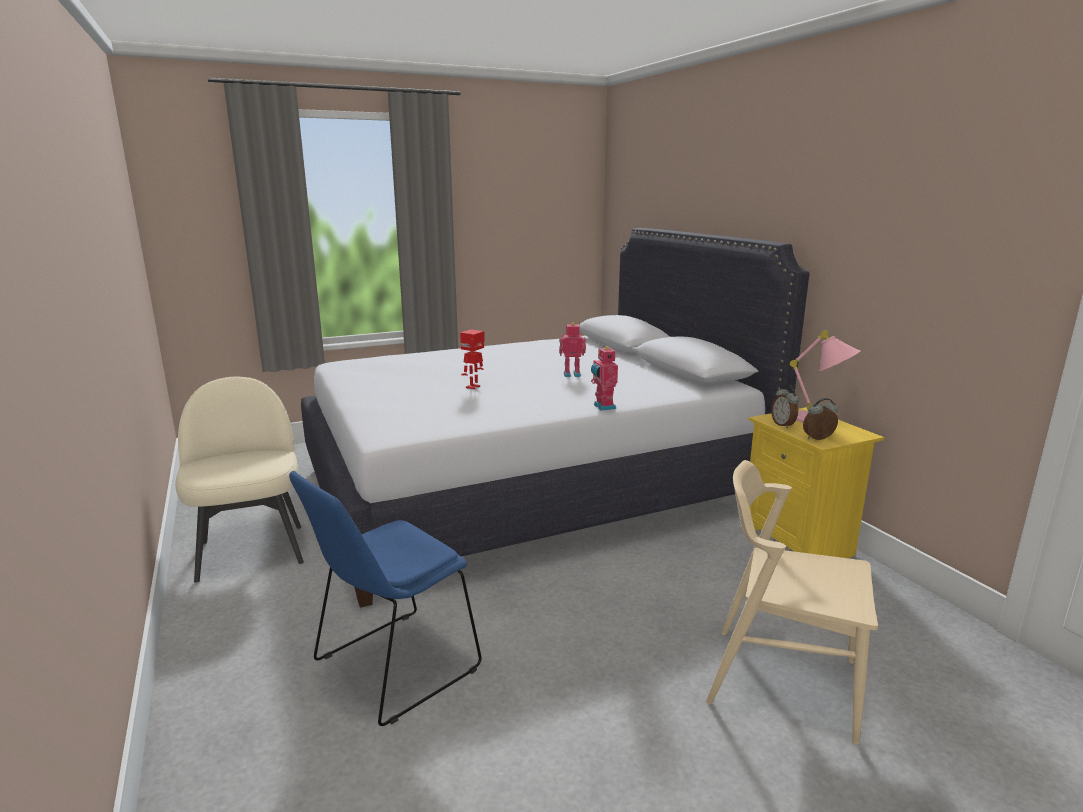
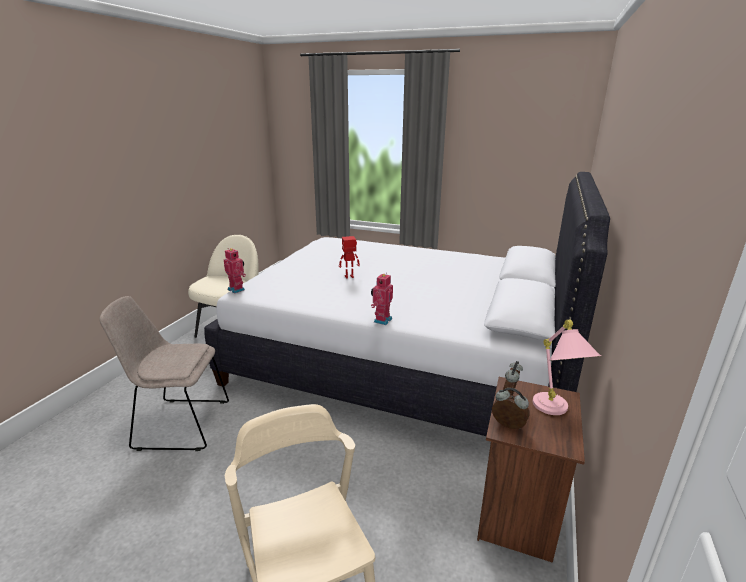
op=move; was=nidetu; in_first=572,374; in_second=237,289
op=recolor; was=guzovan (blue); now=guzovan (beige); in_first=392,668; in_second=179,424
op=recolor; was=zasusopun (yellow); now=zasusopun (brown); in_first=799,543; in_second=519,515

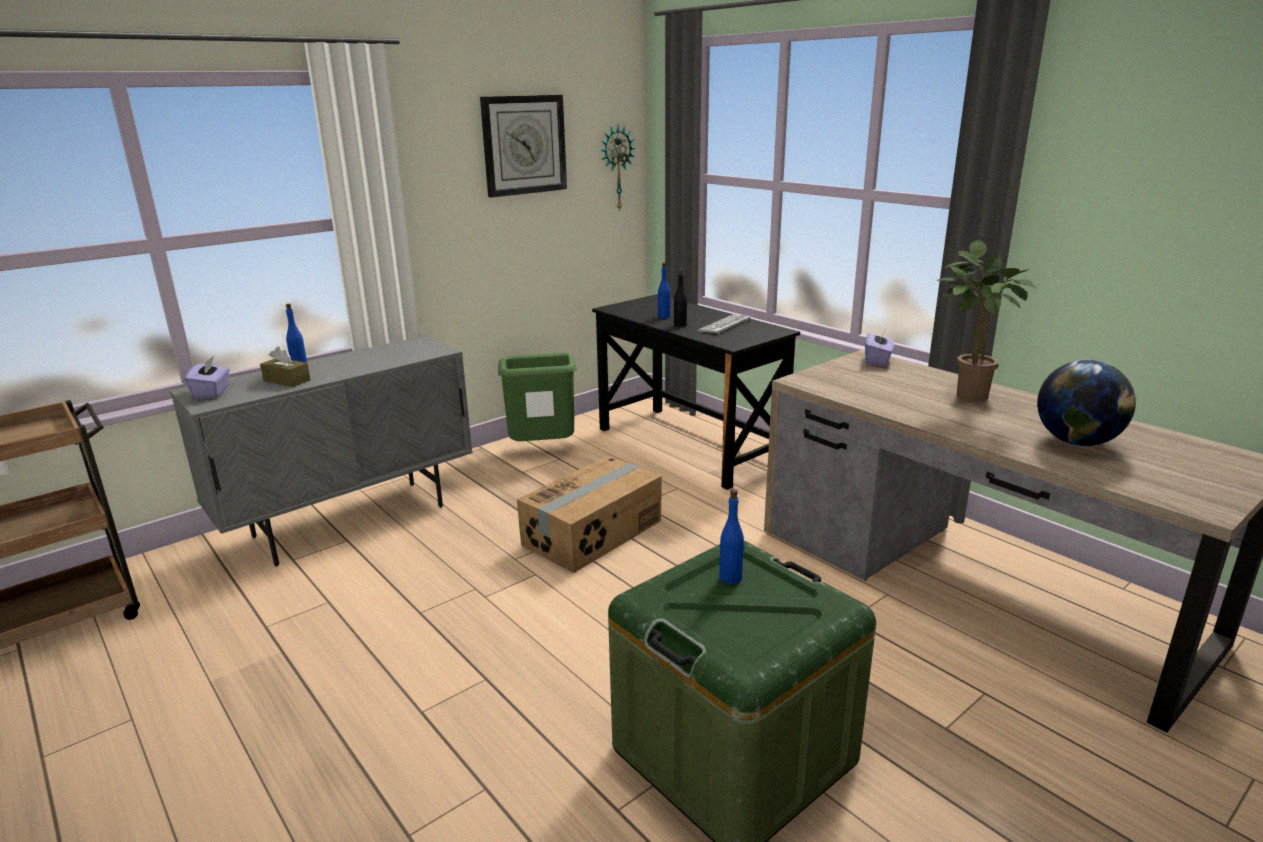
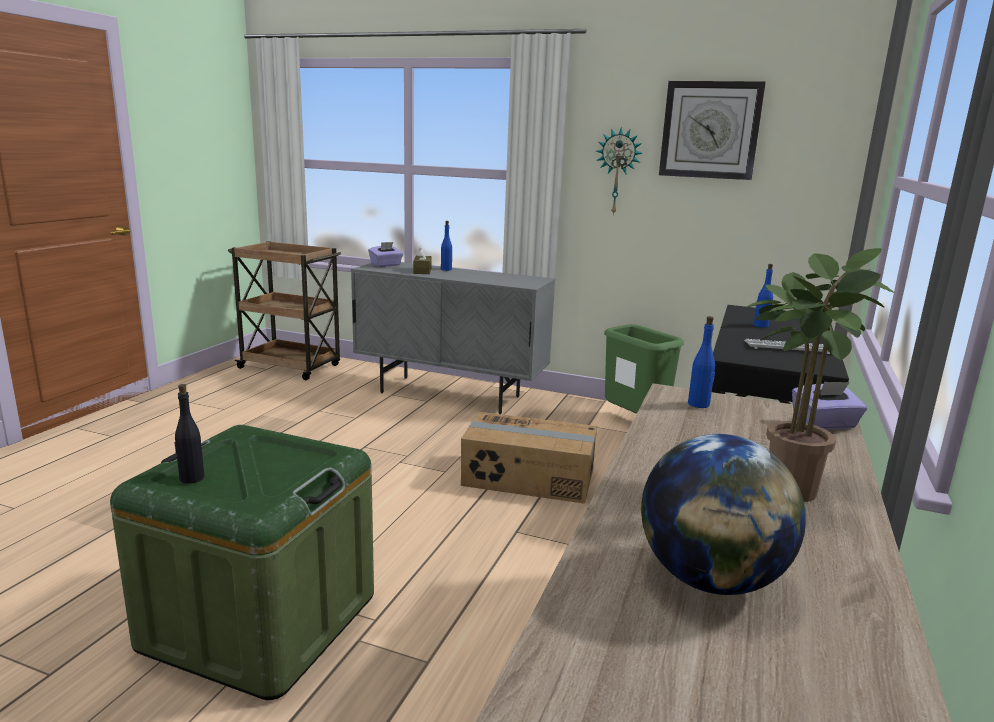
op=move; was=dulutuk; in_first=616,168; in_second=617,171
op=move; was=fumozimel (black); in_first=680,325; in_second=191,478
op=move; was=fumozimel (blue); in_first=731,577; in_second=698,404

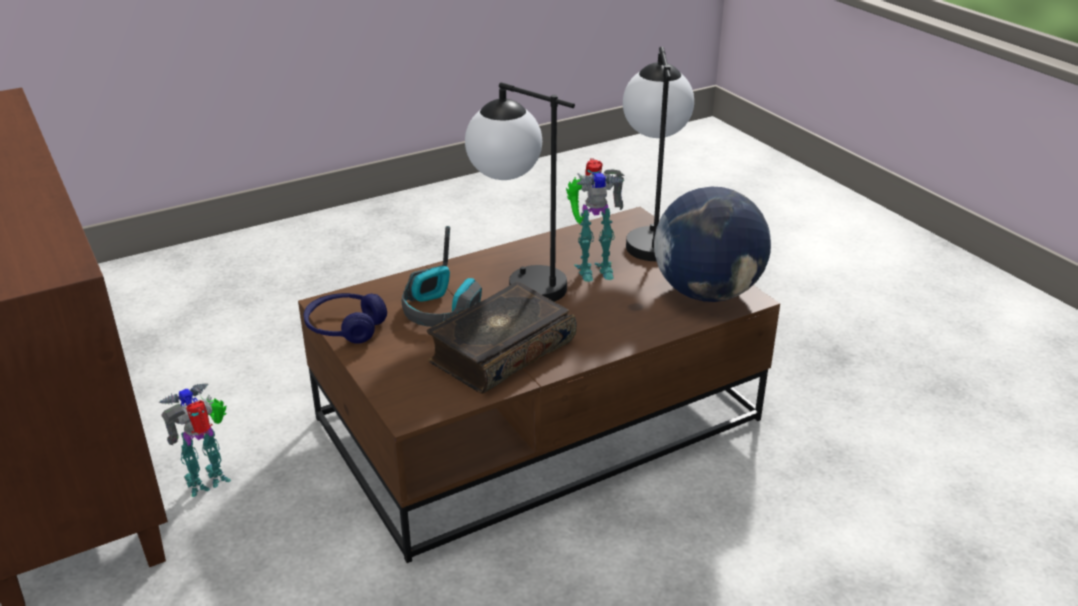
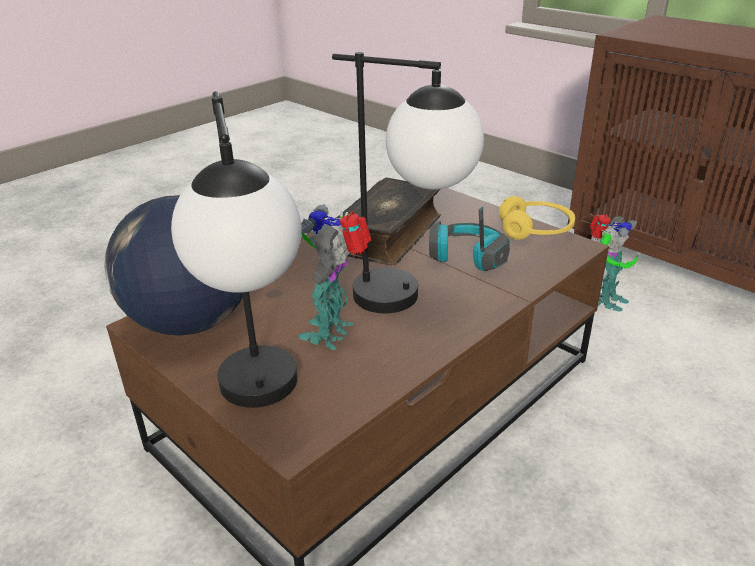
op=recolor; was=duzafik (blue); now=duzafik (yellow); in_first=345,328; in_second=535,230
op=rotate; was=nidetu; in_first=592,268; in_second=333,332; clockwise=-45

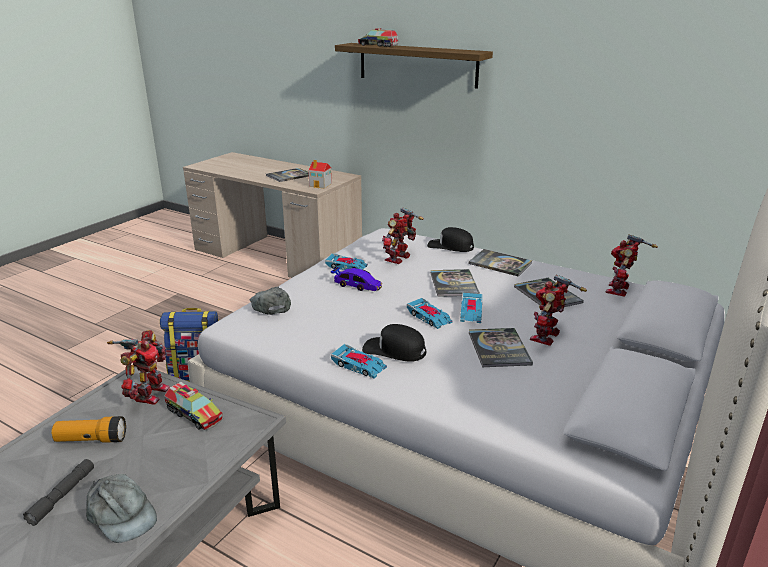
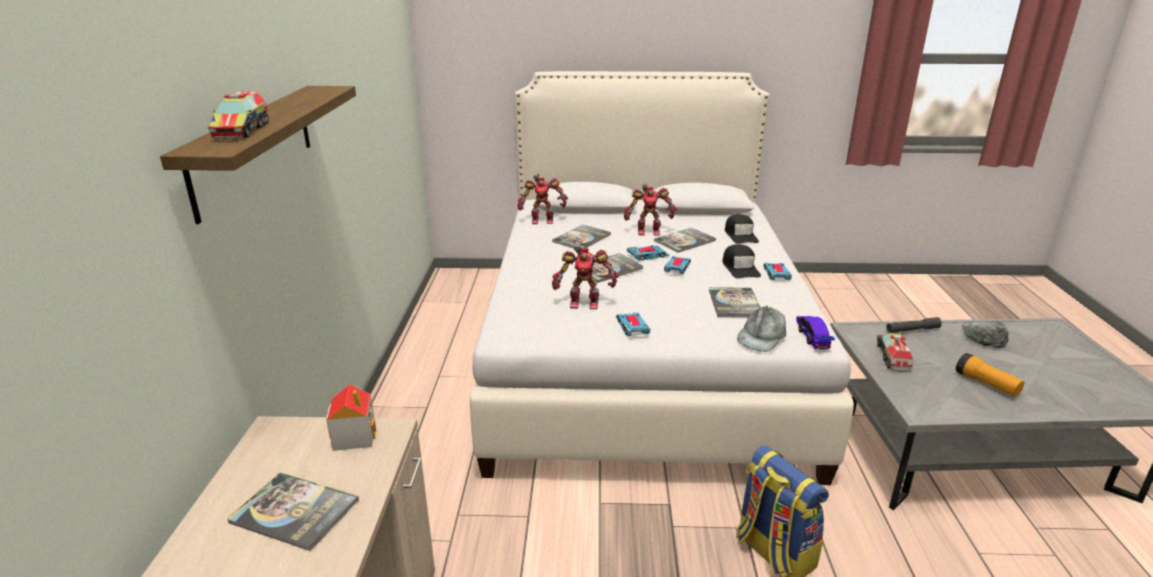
op=delete; was=nidetu; in_first=149,394
op=move; was=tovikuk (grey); in_first=62,496; in_second=912,330
op=move; was=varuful; in_first=356,285; in_second=812,336
op=move; was=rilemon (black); in_first=450,246; in_second=740,235
op=move; was=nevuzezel; in_first=500,263; in_second=735,303

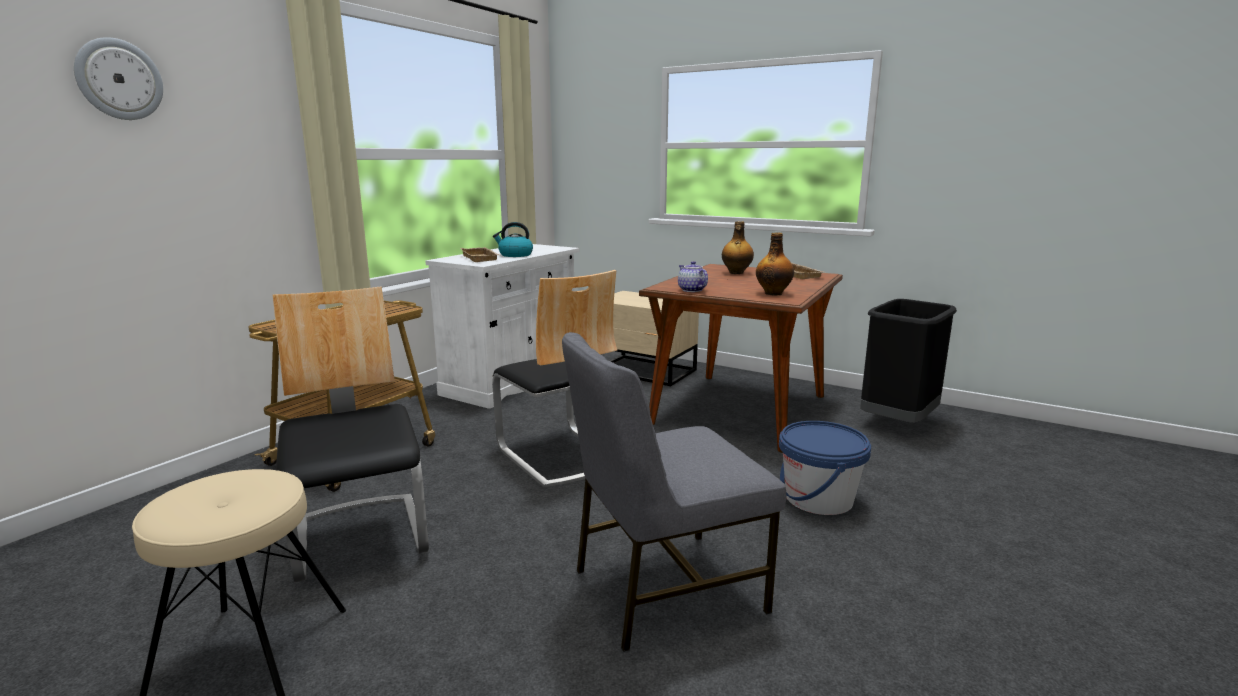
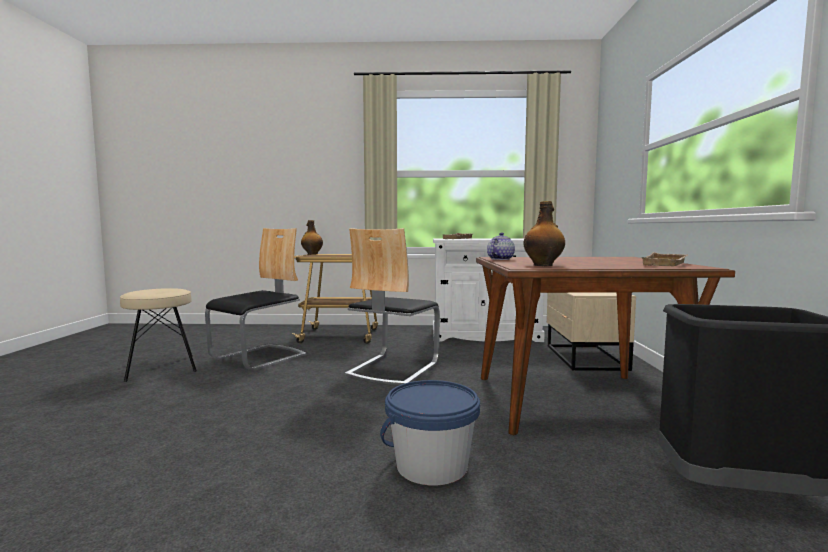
op=delete; was=dulutuk; in_first=119,79
op=delete; was=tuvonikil; in_first=515,255
op=delete; was=guzovan (grey); in_first=664,589
op=move; was=fumozimel; in_first=736,273; in_second=312,254

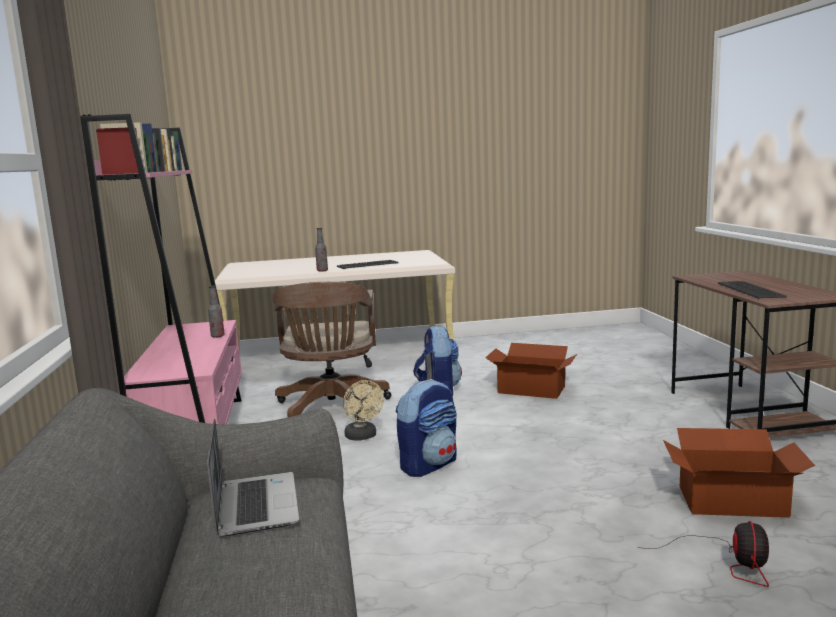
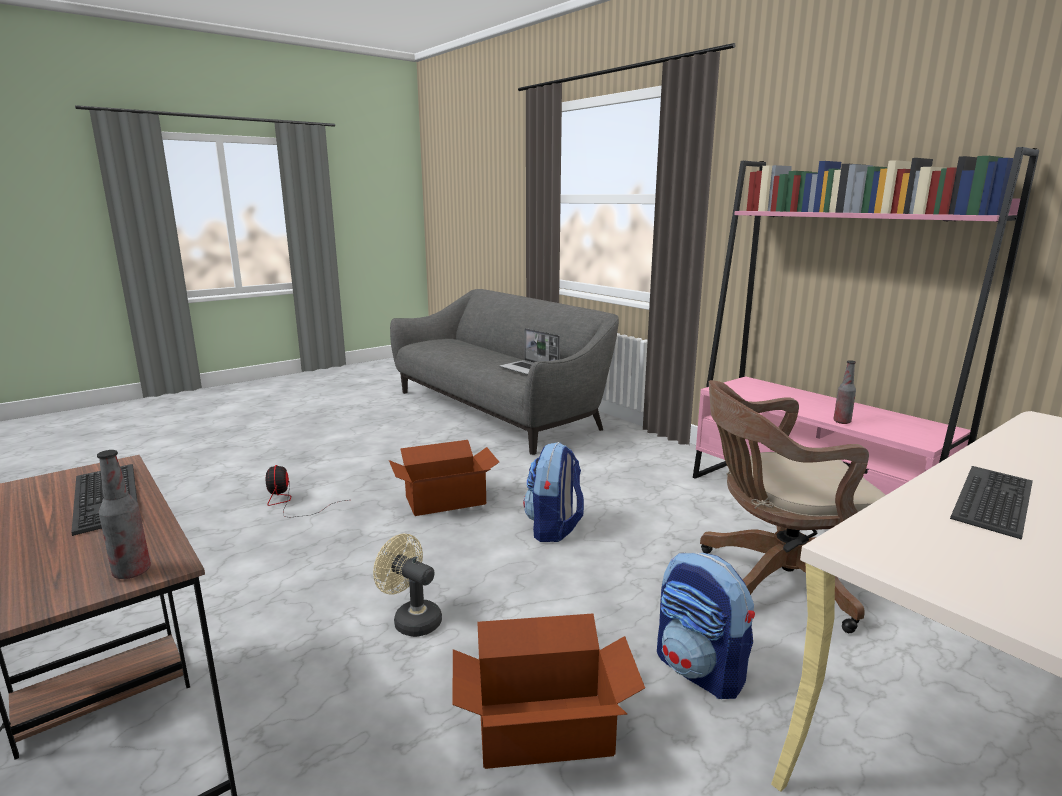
op=move; was=fumozimel; in_first=322,270; in_second=132,572
op=move; was=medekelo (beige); in_first=363,437; in_second=411,620
op=move; was=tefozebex; in_first=731,501; in_second=446,500
op=rotate; was=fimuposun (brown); in_first=331,409; in_second=776,580; clockwise=-60

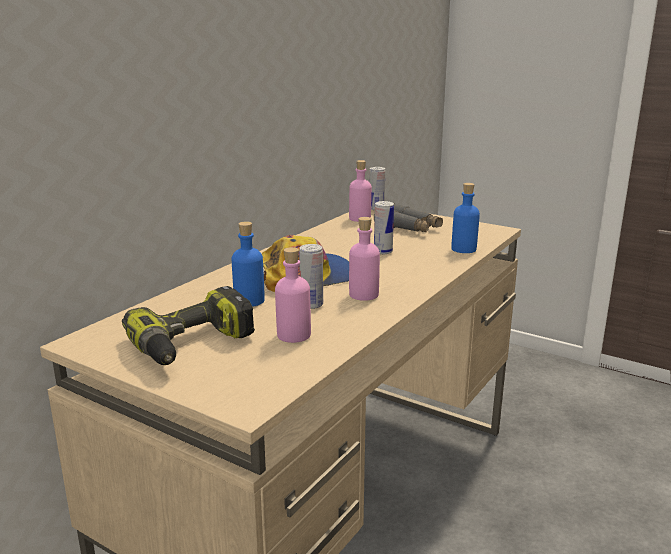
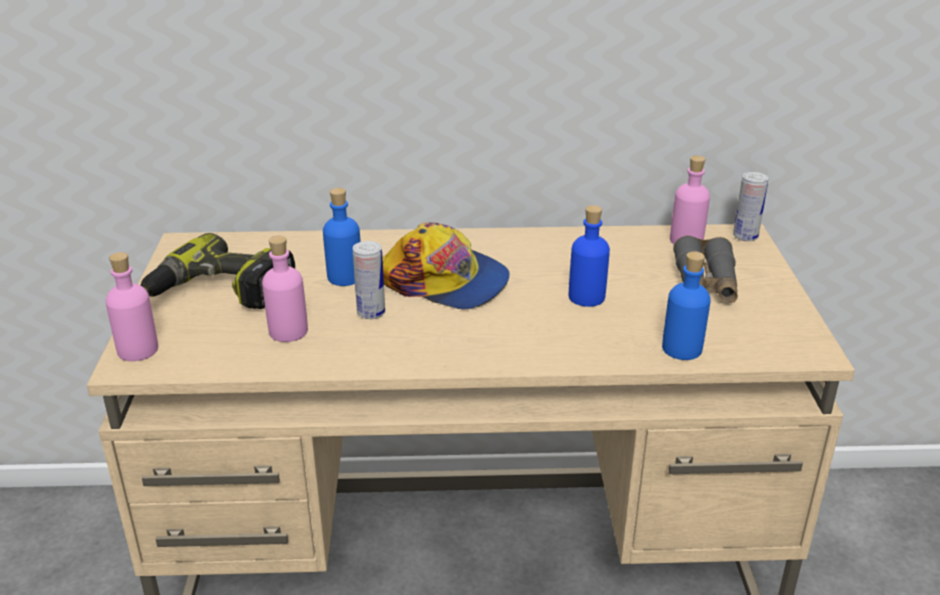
op=move; was=fumozimel (pink); in_first=363,295; in_second=138,350
op=replace; was=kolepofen; now=fumozimel (blue); in_first=383,252; in_second=586,297

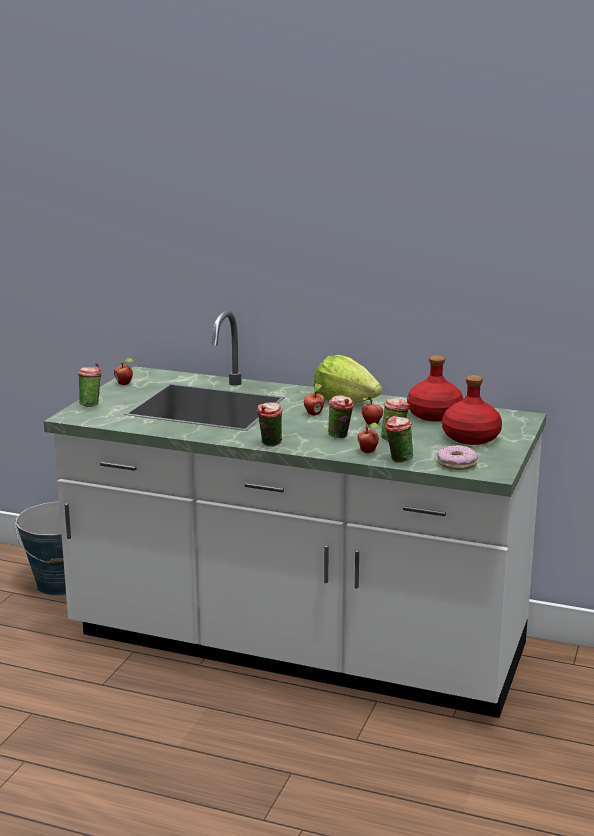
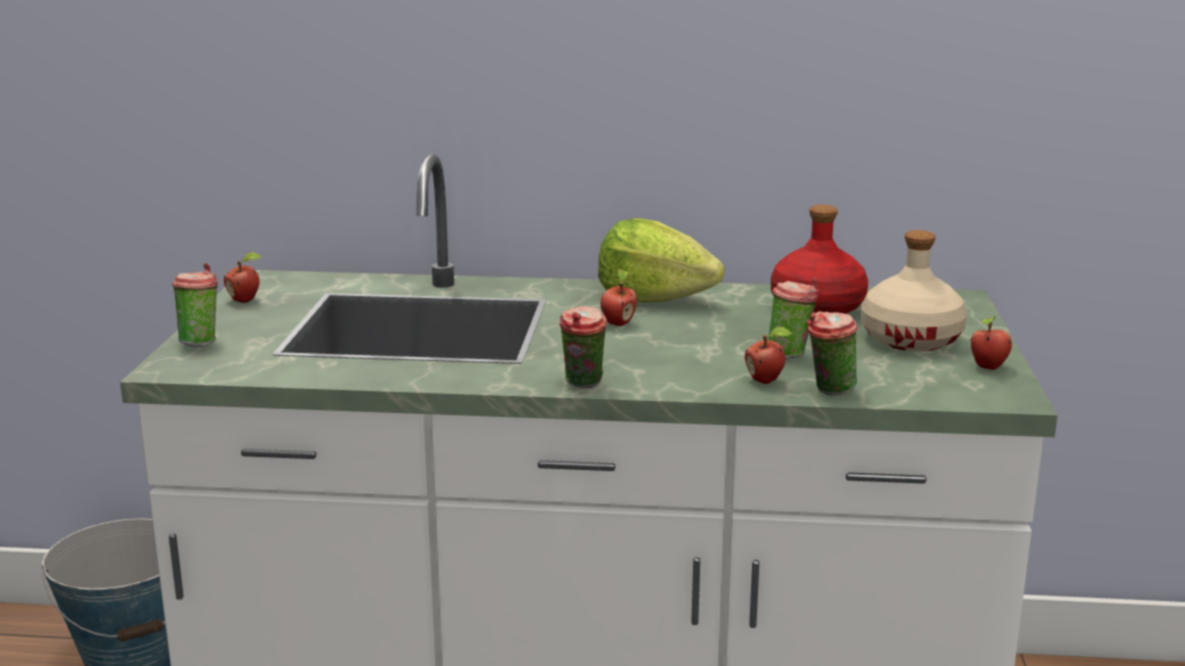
op=delete; was=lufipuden; in_first=340,437
op=delete; was=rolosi; in_first=457,464
op=move; was=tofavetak; in_first=371,424; in_second=989,367
op=recolor; was=fumozimel (red); now=fumozimel (beige); in_first=471,437; in_second=911,339

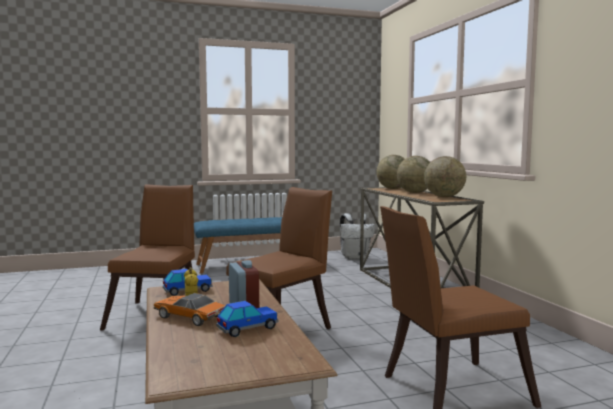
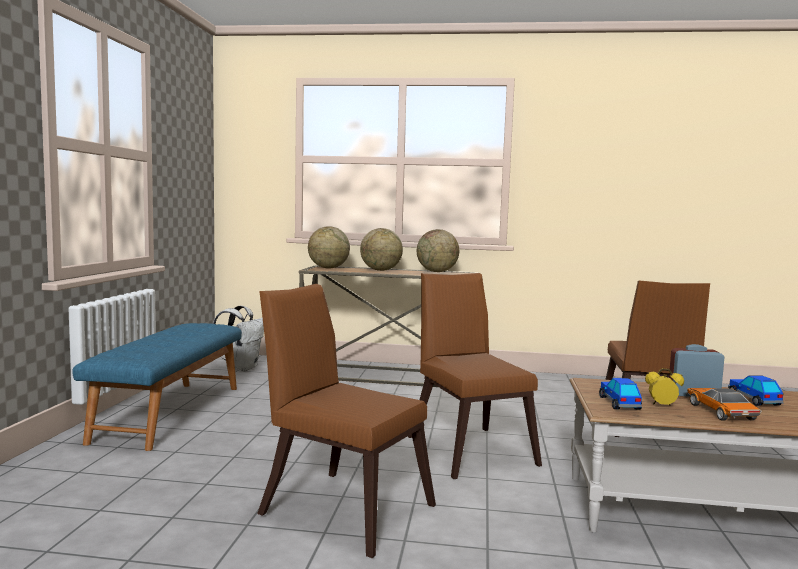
op=rotate; was=varuful; in_first=189,317; in_second=720,411; clockwise=120

